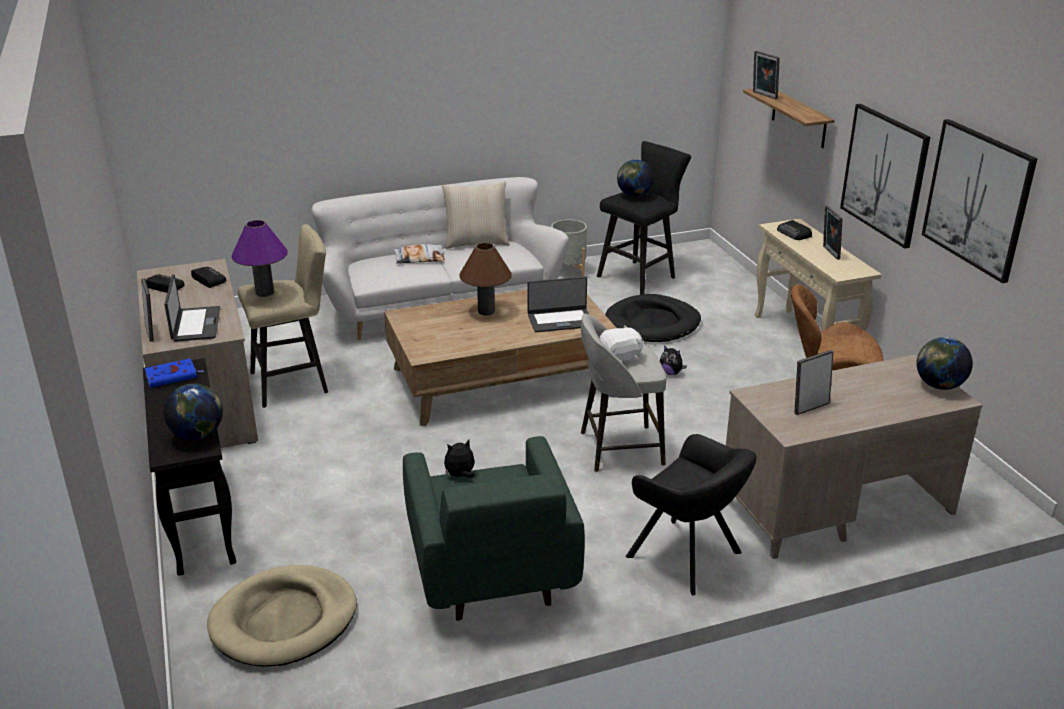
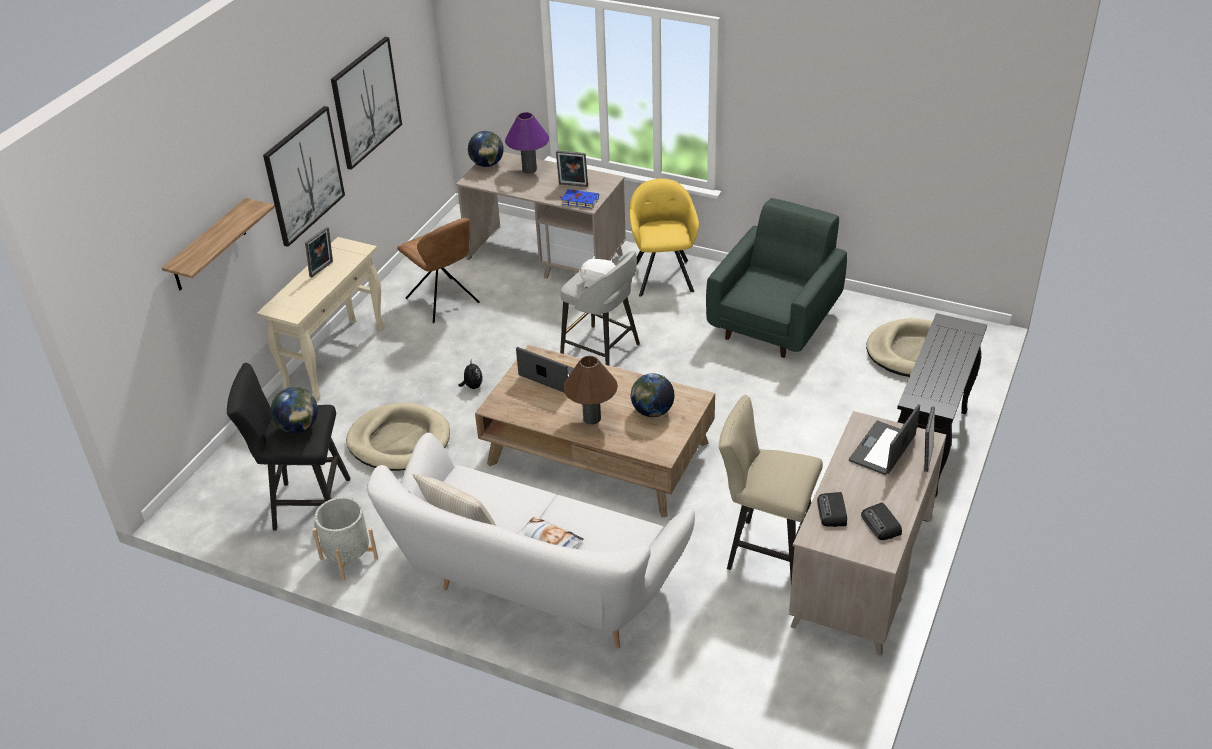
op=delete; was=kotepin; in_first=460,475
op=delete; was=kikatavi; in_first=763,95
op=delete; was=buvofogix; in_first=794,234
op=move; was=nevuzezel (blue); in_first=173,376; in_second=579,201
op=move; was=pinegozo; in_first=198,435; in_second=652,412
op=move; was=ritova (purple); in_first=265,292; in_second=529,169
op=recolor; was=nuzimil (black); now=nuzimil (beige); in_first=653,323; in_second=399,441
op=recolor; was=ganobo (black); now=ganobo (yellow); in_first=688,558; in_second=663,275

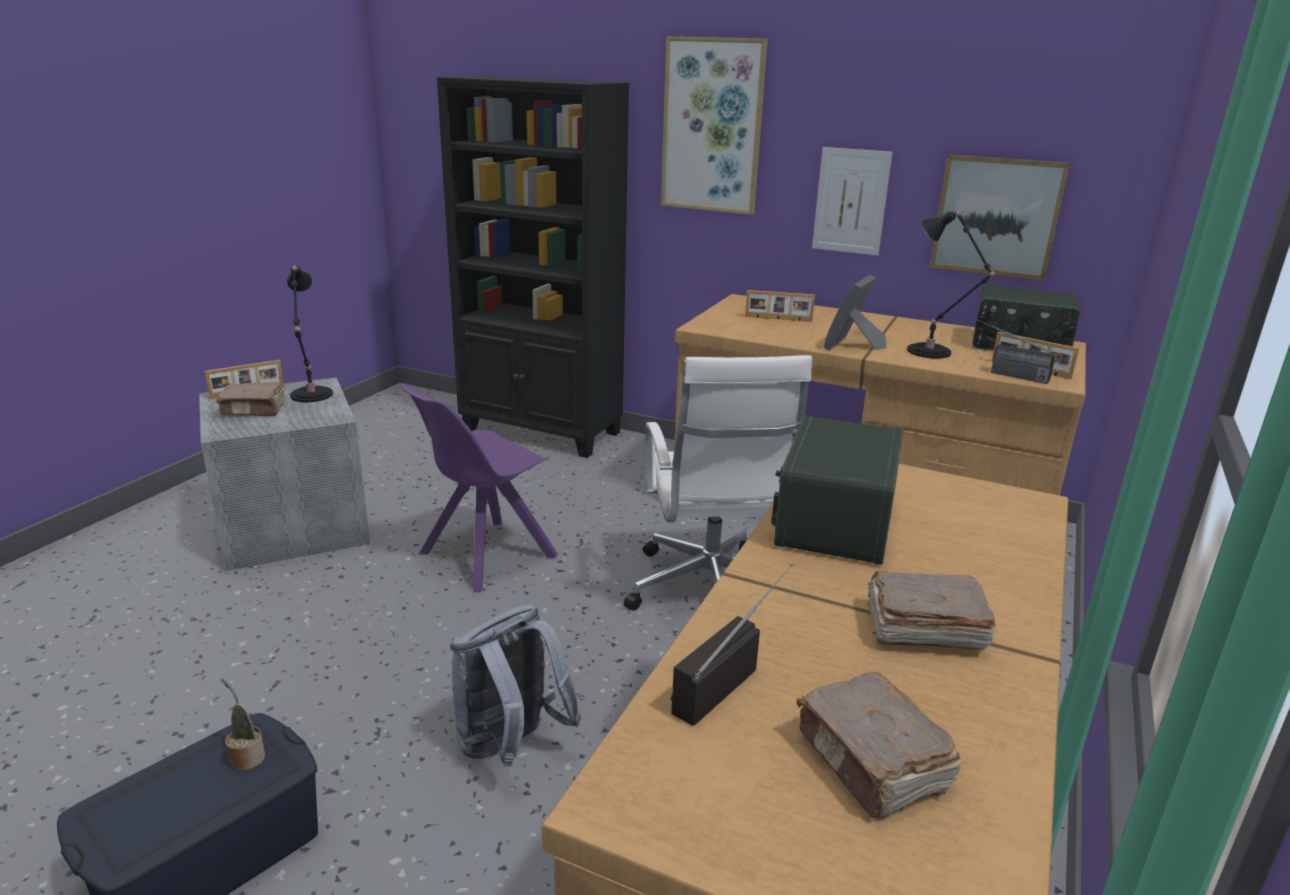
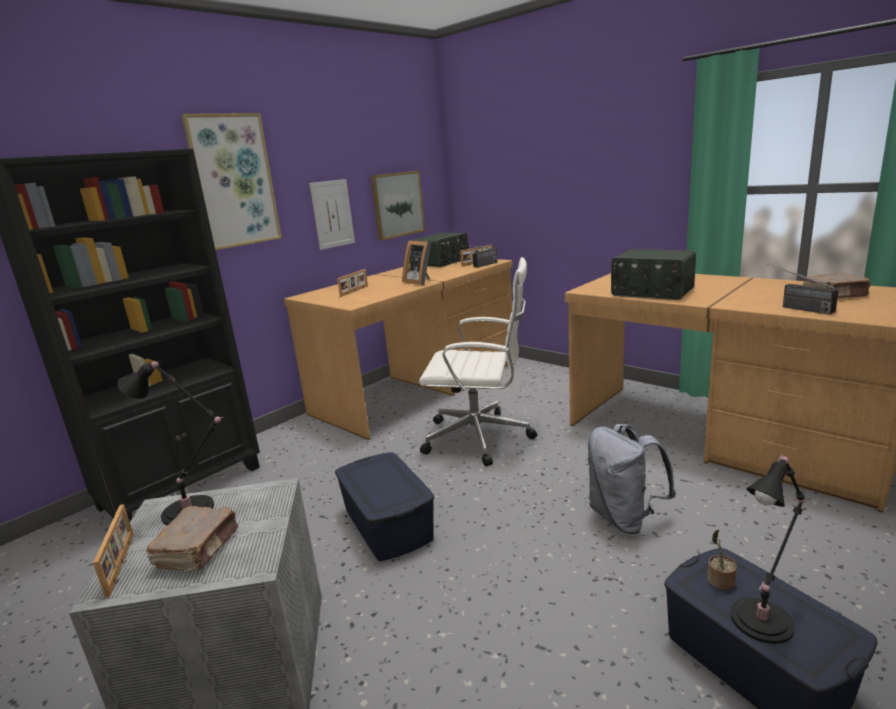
op=delete; was=nevuzezel (brown); in_first=922,628
op=move; was=ritova (black); in_first=932,352; in_second=764,618
op=replace; was=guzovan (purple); now=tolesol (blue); in_first=484,556; in_second=387,524

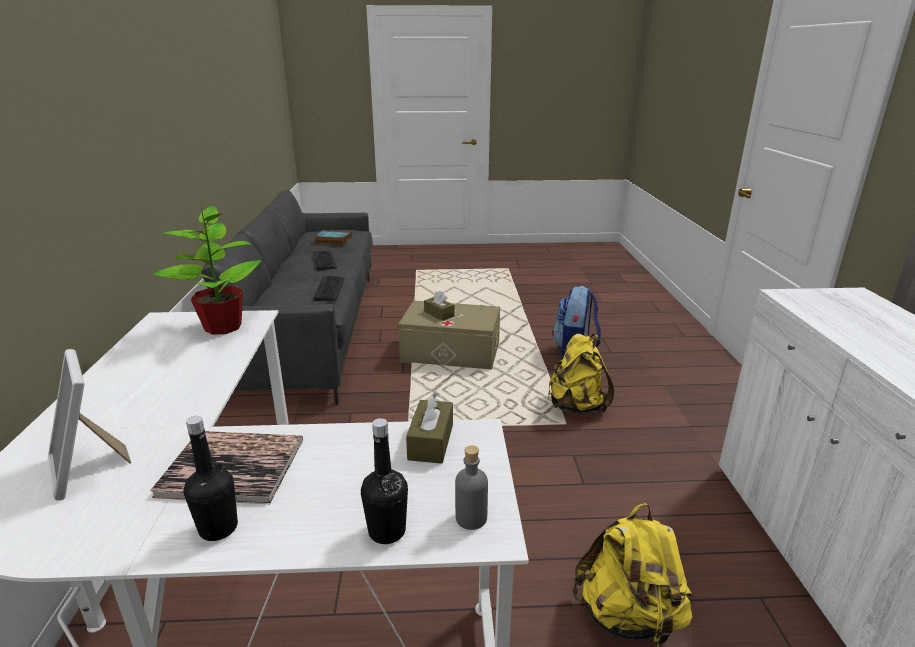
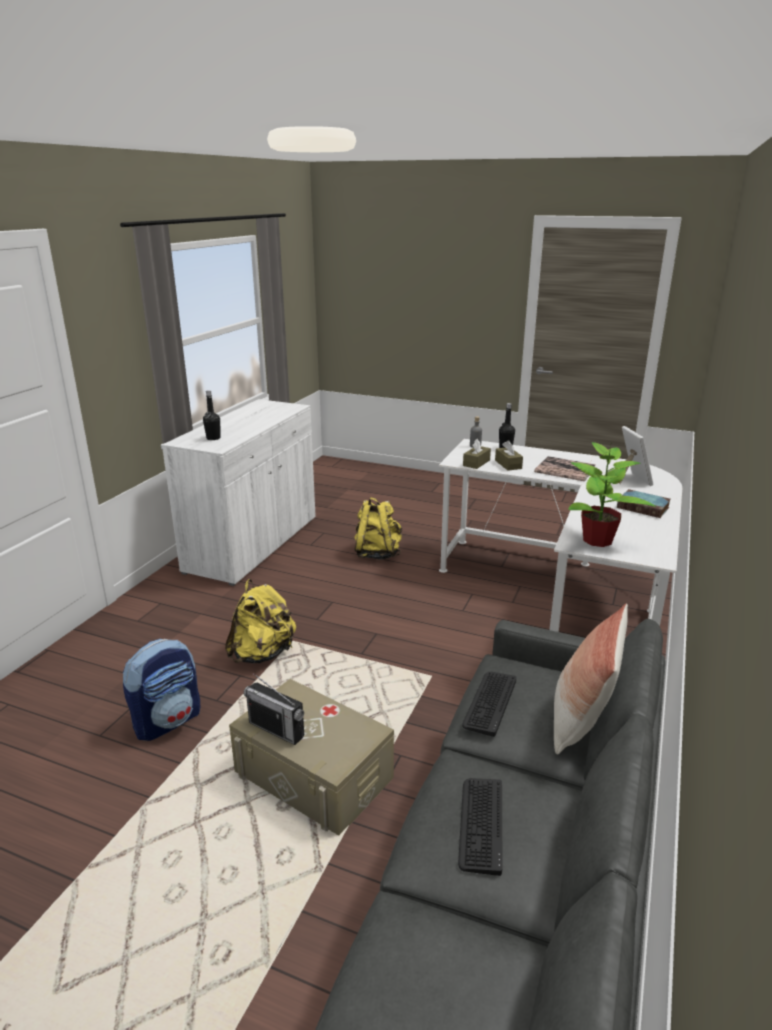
op=insert; now=buvofogix; in_second=276,729
op=insert; now=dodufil; in_second=581,721
op=move; was=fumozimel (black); in_first=218,528; in_second=213,438
op=move; was=nevuzezel; in_first=332,240; in_second=644,507
op=move; was=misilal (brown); in_first=439,314; in_second=508,464

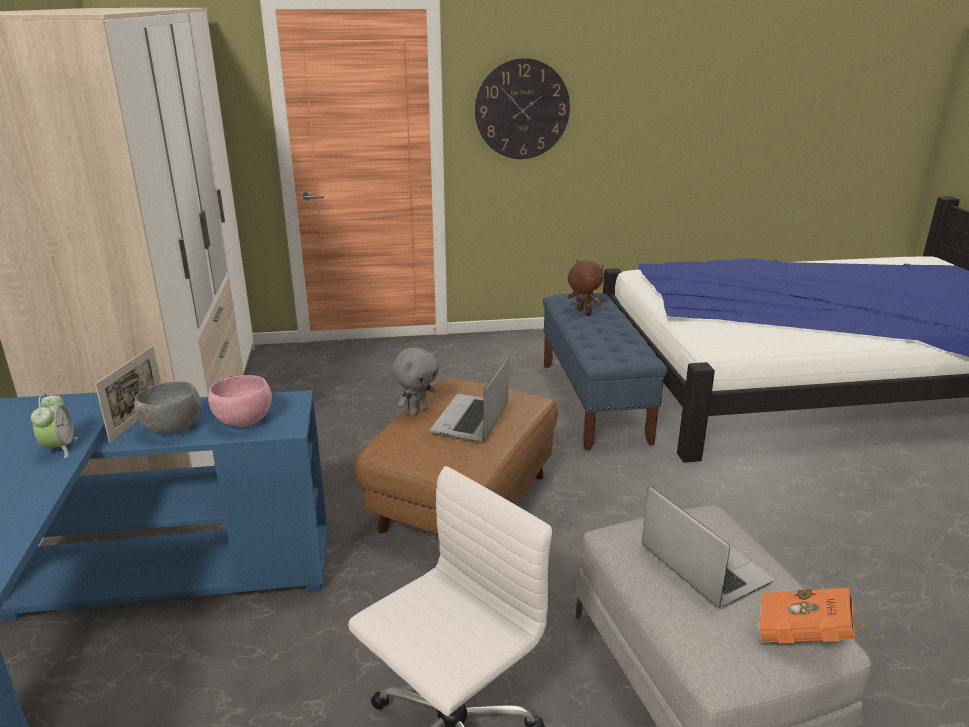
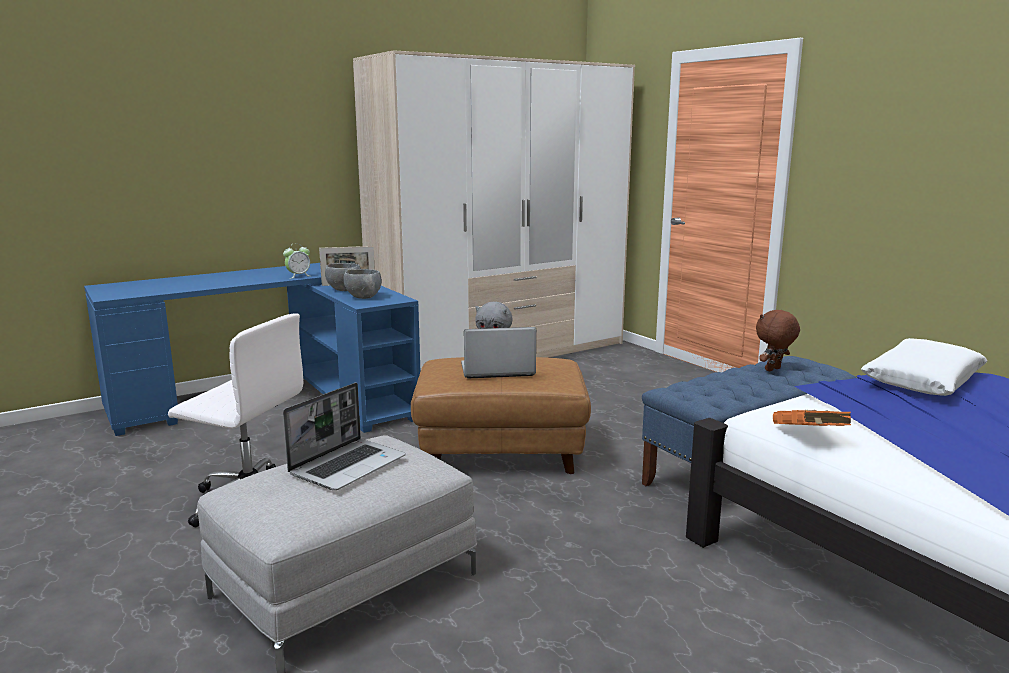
op=delete; was=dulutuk; in_first=522,109
op=insert; now=dodufil (white); in_second=922,380
op=move; was=nevuzezel (orange); in_first=806,636; in_second=808,438
op=recolor; was=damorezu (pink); now=damorezu (grey); in_first=244,422; in_second=363,297
op=rotate; was=kotepin (brown); in_first=583,311; in_second=773,370; clockwise=-135

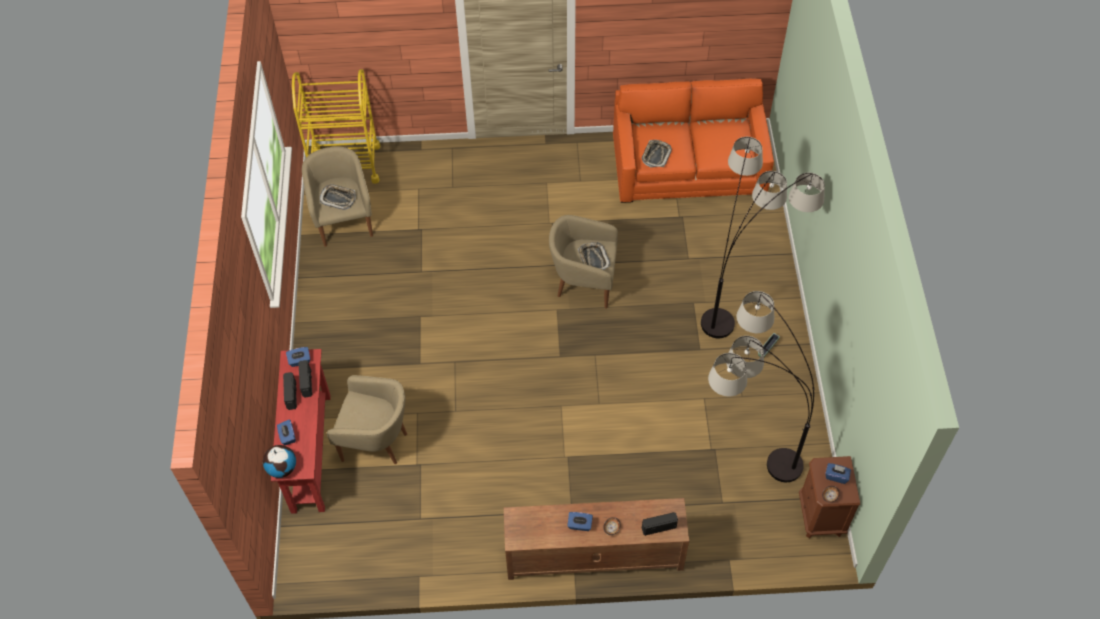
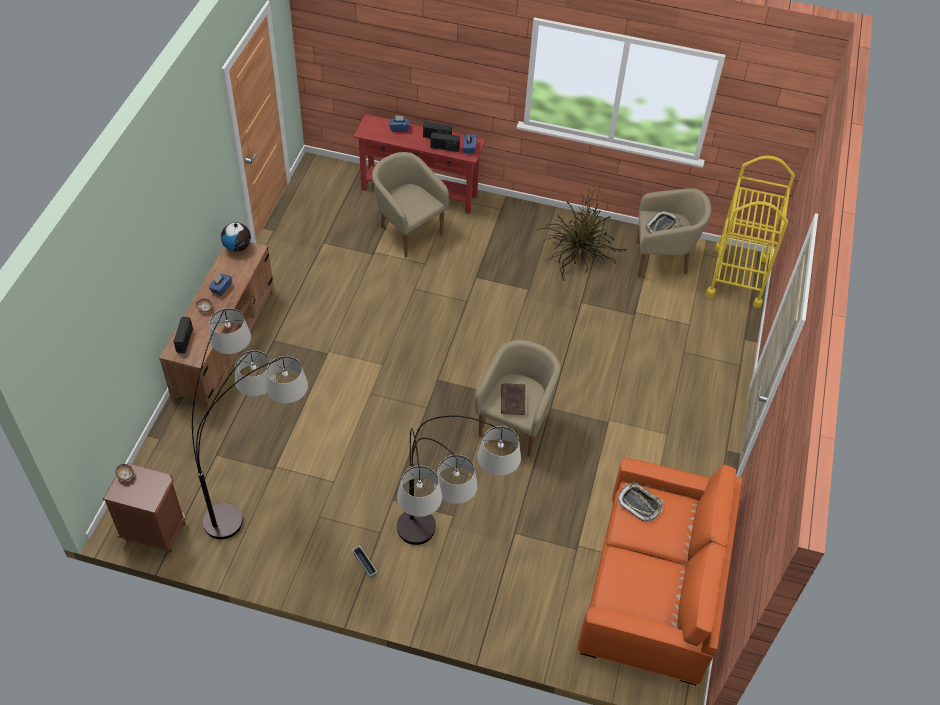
op=delete; was=misilal (blue); in_first=836,476
op=insert; now=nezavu; in_second=577,252
op=move; was=pinegozo; in_first=282,468; in_second=238,247
op=replace; was=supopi; now=nevuzezel (brown); in_first=593,259; in_second=513,400
op=rotate; was=ganobo (beige); in_first=376,443; in_second=407,232; clockwise=105

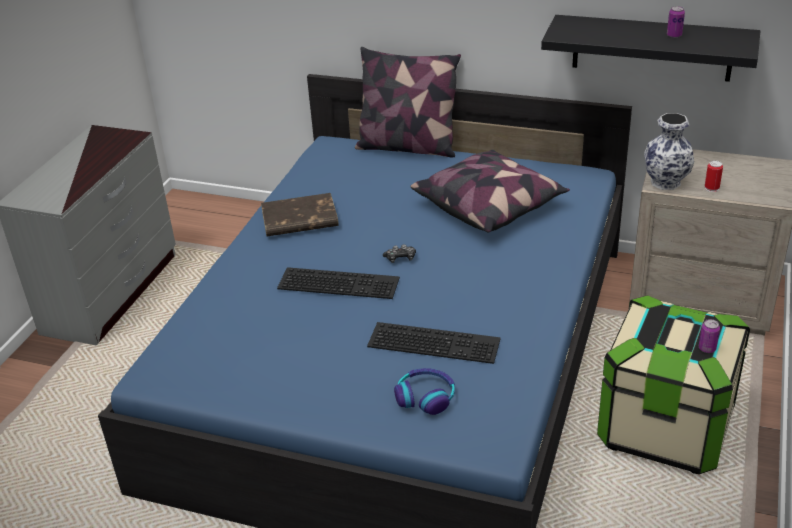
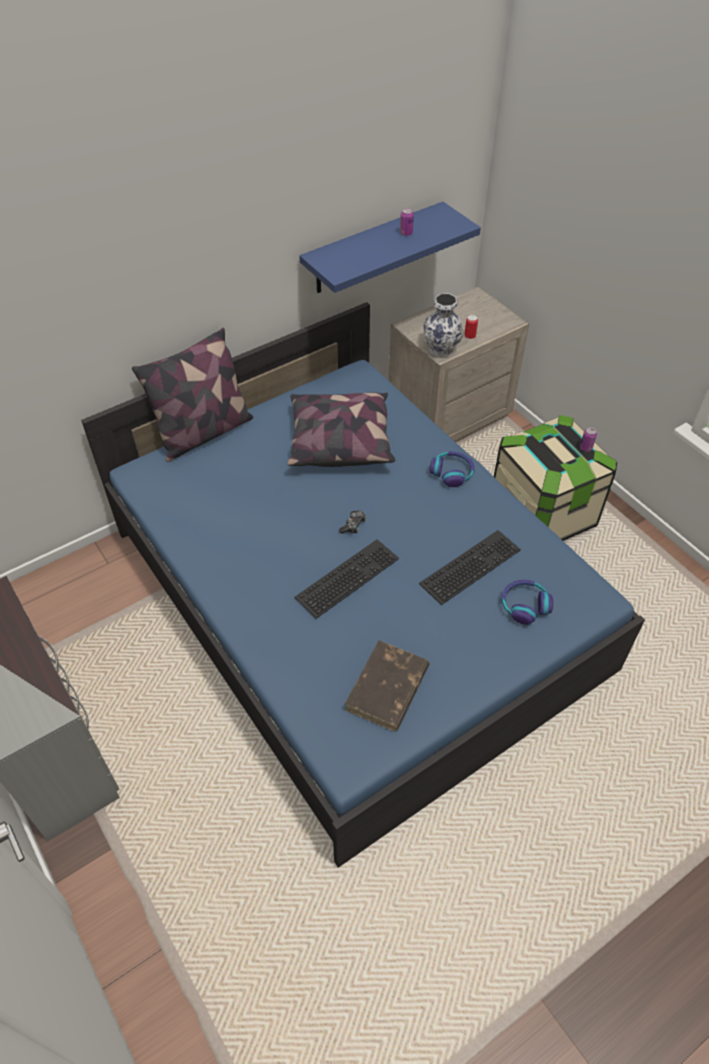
op=insert; now=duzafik; in_second=452,472
op=move; was=nevuzezel (brown); in_first=299,220; in_second=387,689
op=recolor; was=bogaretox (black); now=bogaretox (blue); in_first=652,48; in_second=373,249

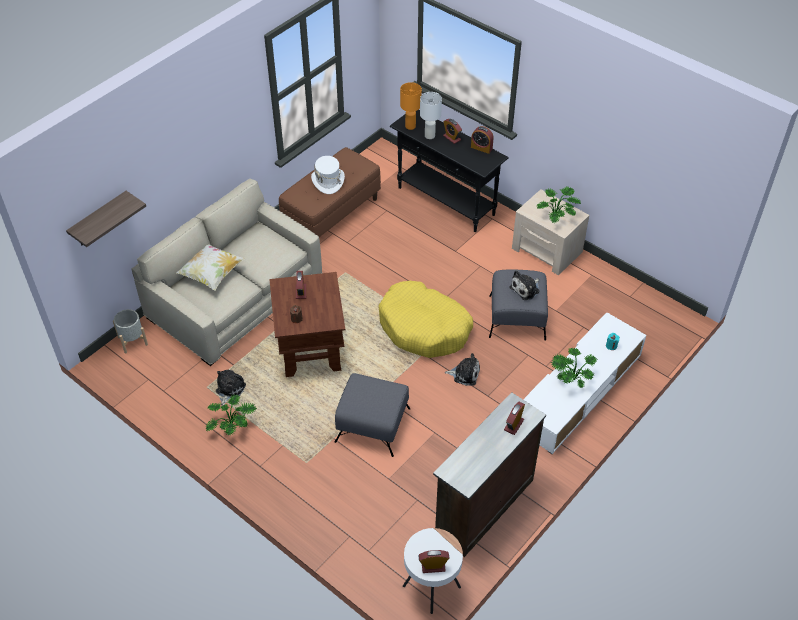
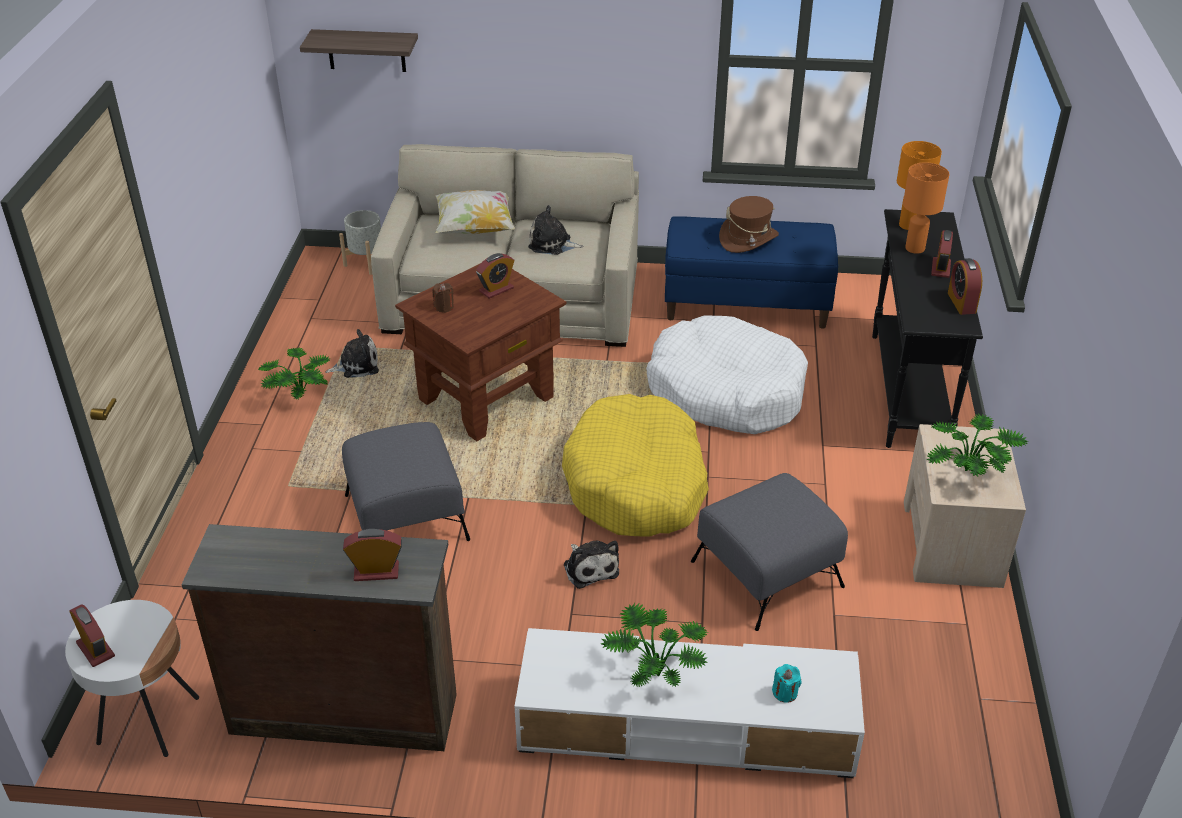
op=insert; now=nuzimil (white); in_second=726,391
op=move; was=kotepin; in_first=526,289; in_second=552,244
op=recolor; was=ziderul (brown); now=ziderul (blue); in_first=331,214; in_second=747,304
op=recolor; was=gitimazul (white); now=gitimazul (brown); in_first=328,181; in_second=748,239
op=recolor; was=ritova (white); now=ritova (orange); in_first=430,135; in_second=915,248

